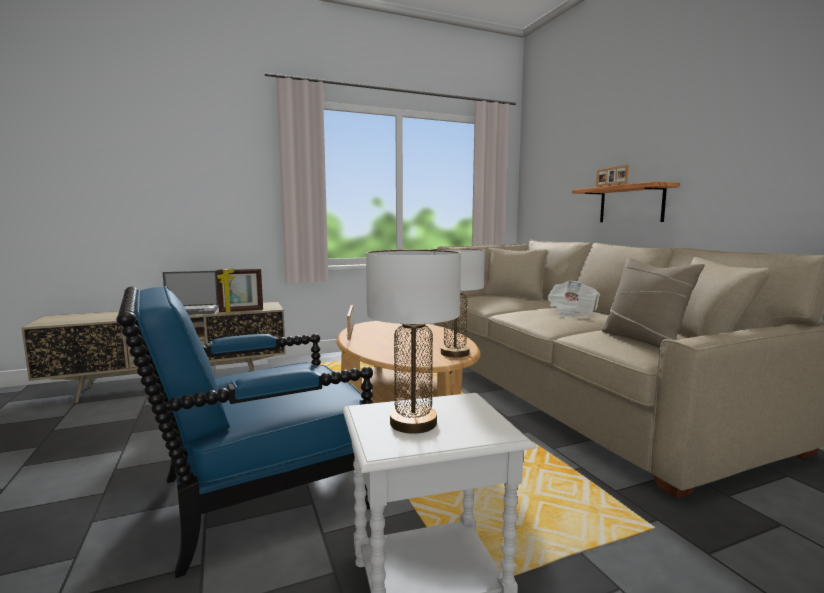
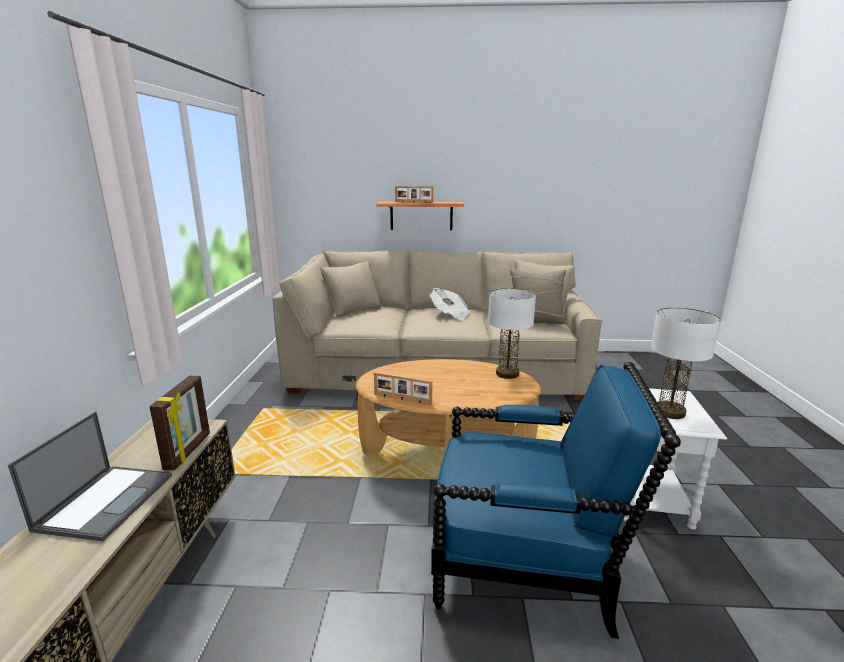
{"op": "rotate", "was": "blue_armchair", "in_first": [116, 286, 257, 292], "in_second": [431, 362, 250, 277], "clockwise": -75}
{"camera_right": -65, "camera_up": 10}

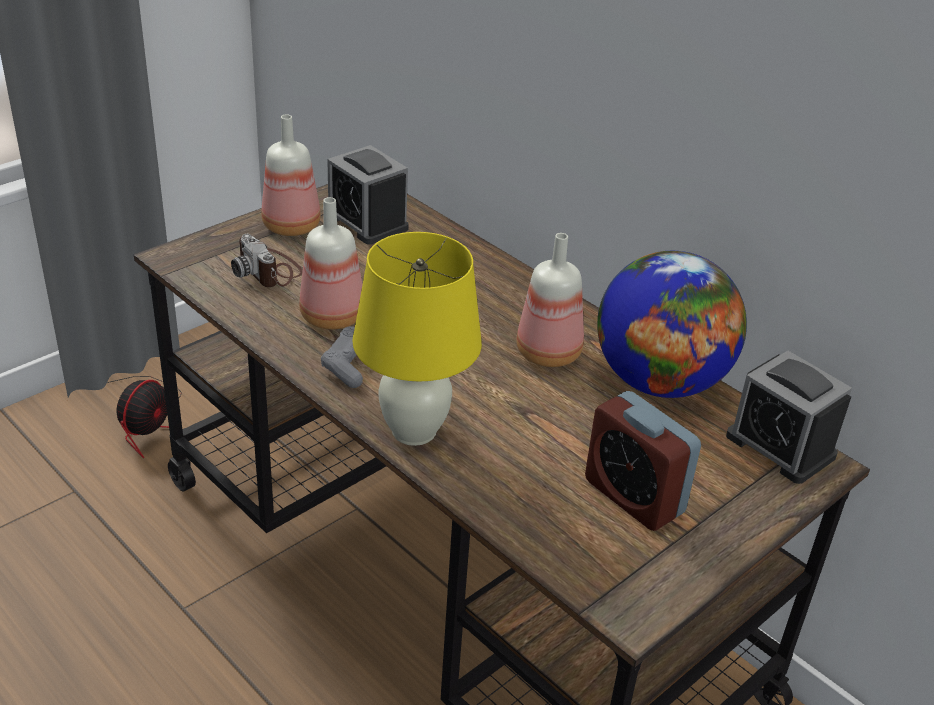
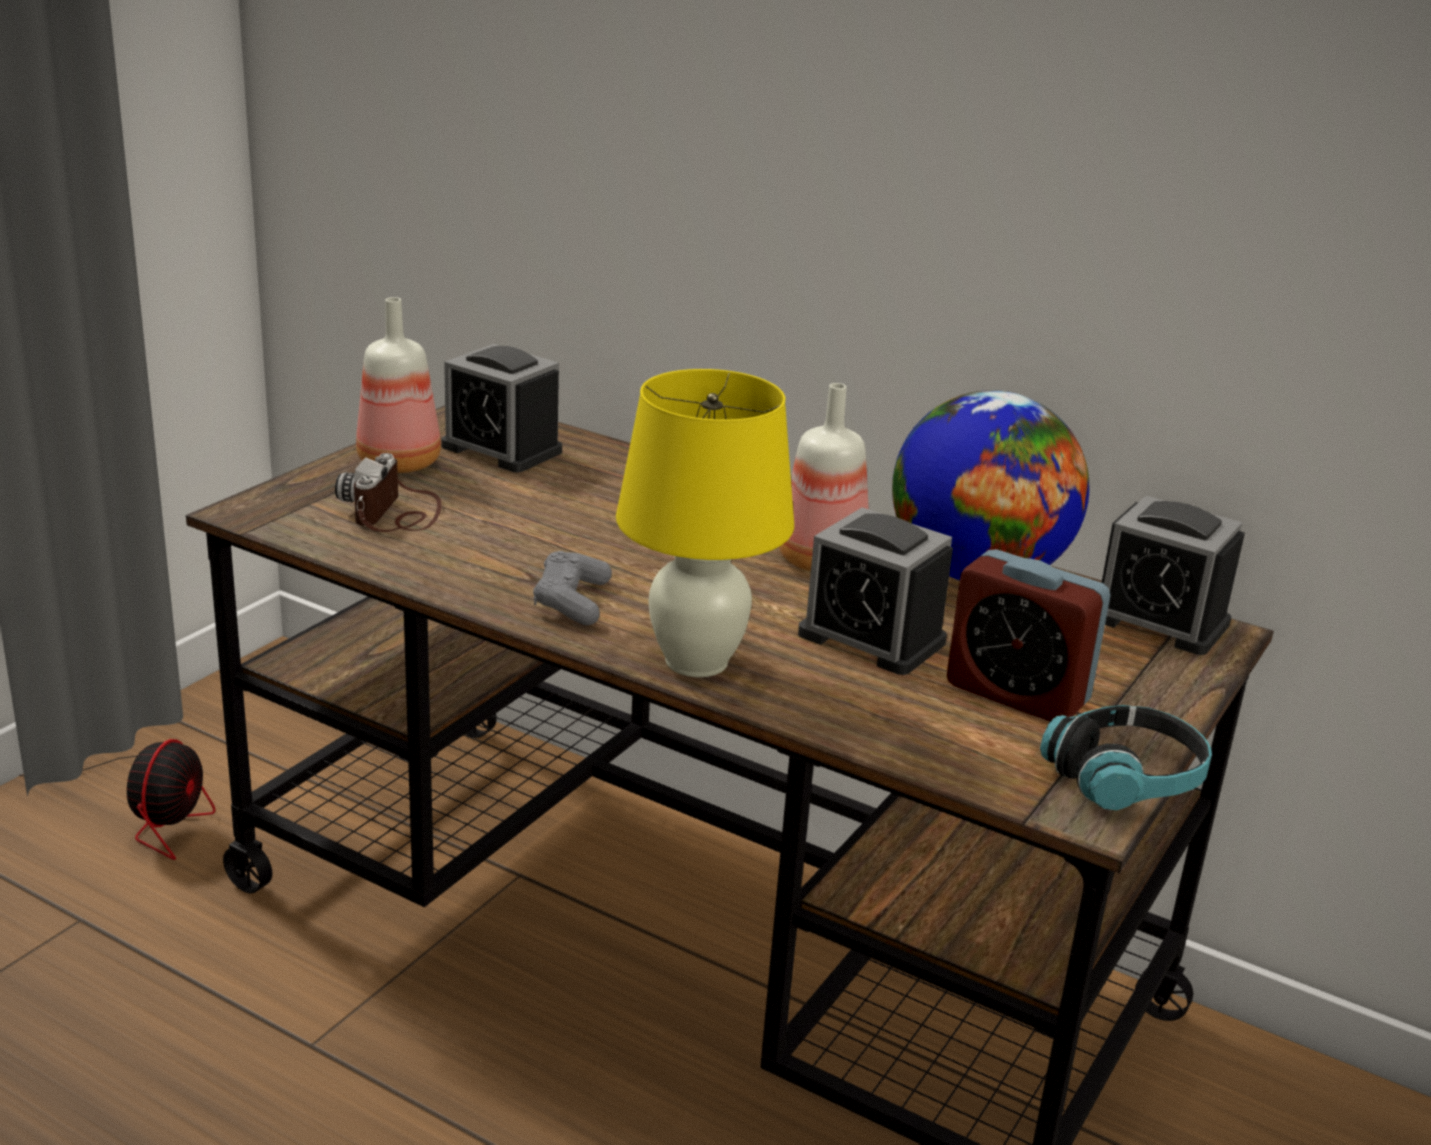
{"op": "delete", "was": "bottle", "in_first": [299, 197, 64, 133]}
{"op": "insert", "now": "alarm_clock", "in_second": [798, 507, 155, 168]}
{"op": "insert", "now": "pair_of_headphones", "in_second": [1040, 705, 172, 106]}
{"op": "rotate", "was": "photo_camera", "in_first": [231, 234, 72, 53], "in_second": [335, 453, 107, 79], "clockwise": 60}
{"camera_right": -15, "camera_up": -10}

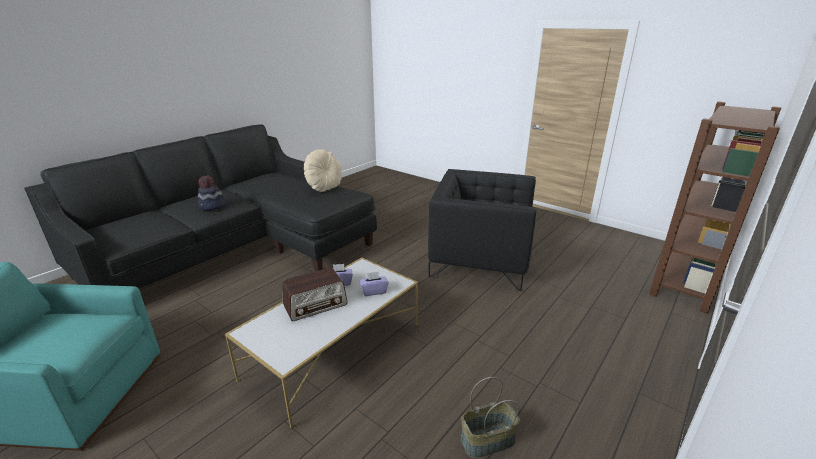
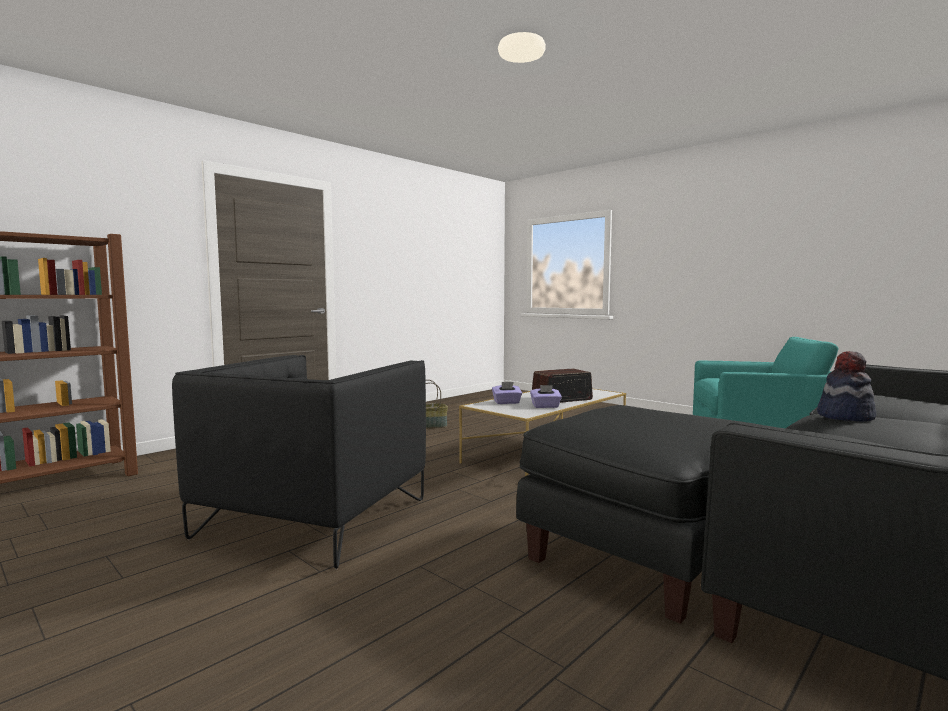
{"op": "delete", "was": "beige-coloured_pillow", "in_first": [304, 149, 38, 43]}
{"op": "rotate", "was": "black-coloured_armchair", "in_first": [428, 169, 108, 122], "in_second": [172, 355, 254, 215], "clockwise": 90}
{"camera_right": -175, "camera_up": -20}

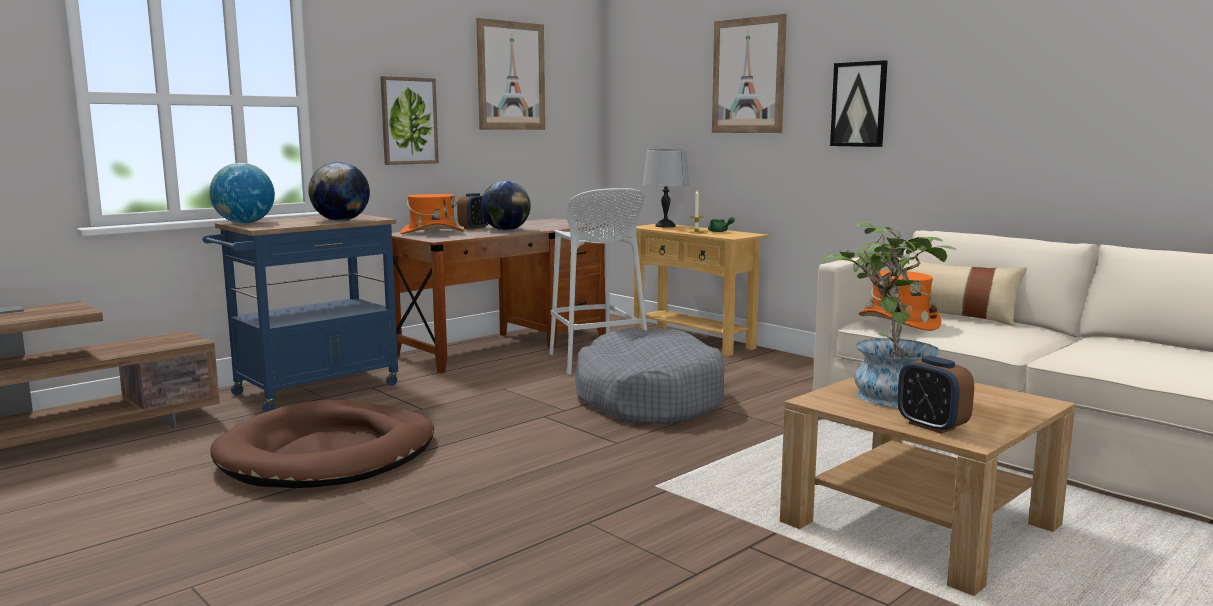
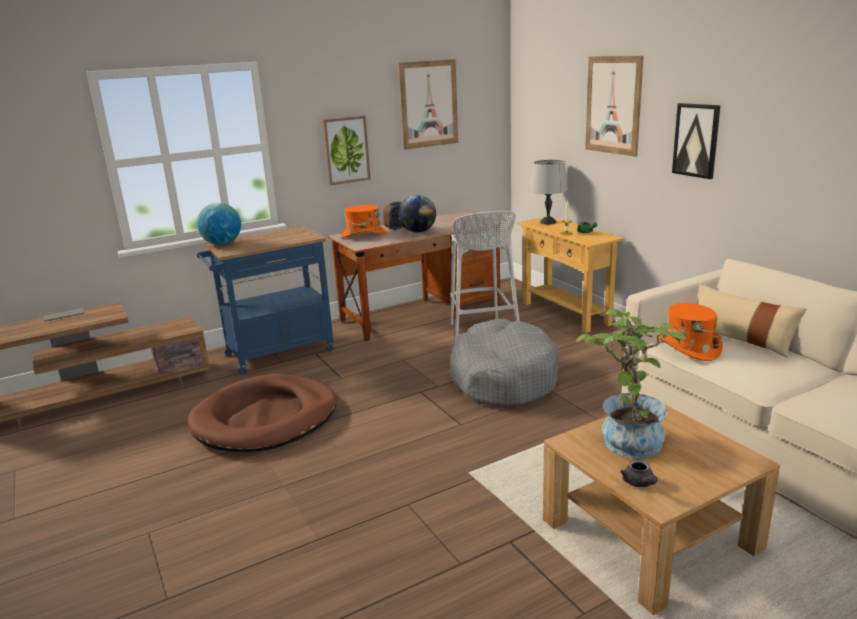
{"op": "delete", "was": "desk_globe", "in_first": [308, 162, 62, 59]}
{"op": "replace", "was": "alarm_clock", "now": "grey_teapot", "in_first": [897, 356, 77, 78], "in_second": [620, 460, 37, 27]}
{"camera_right": 15, "camera_up": 10}

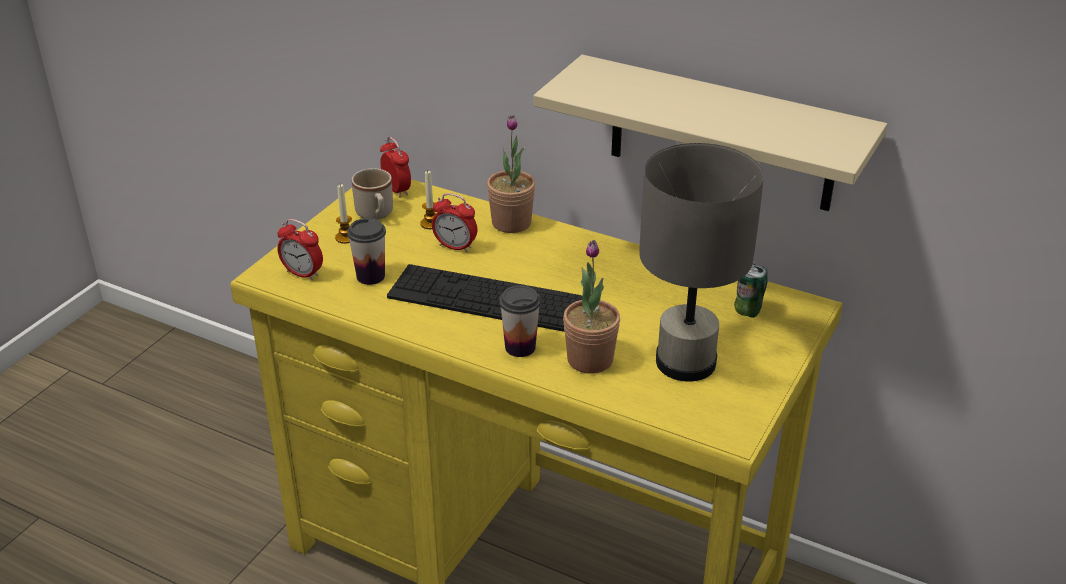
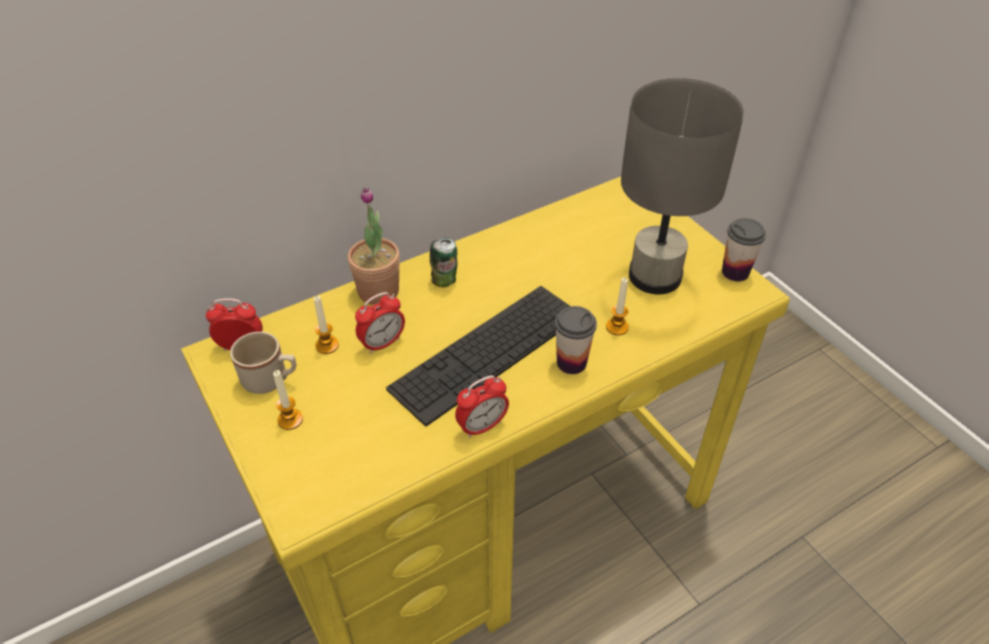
{"op": "delete", "was": "beige-coloured_bracket_shelf", "in_first": [533, 55, 354, 156]}
{"op": "move", "was": "alarm_clock", "in_first": [277, 219, 46, 61], "in_second": [455, 375, 54, 63]}
{"op": "move", "was": "drinking_cup", "in_first": [347, 218, 39, 67], "in_second": [722, 218, 44, 63]}
{"op": "move", "was": "metal_can", "in_first": [734, 264, 34, 54], "in_second": [430, 237, 27, 50]}
{"op": "replace", "was": "houseplant", "now": "wax_light", "in_first": [563, 240, 57, 134], "in_second": [606, 277, 23, 58]}
{"camera_right": -60, "camera_up": 10}

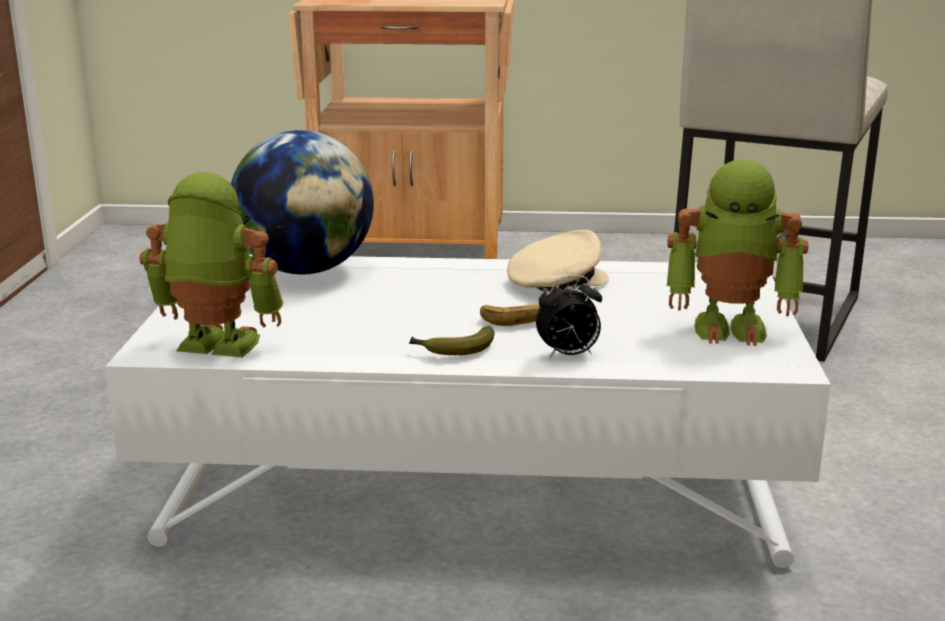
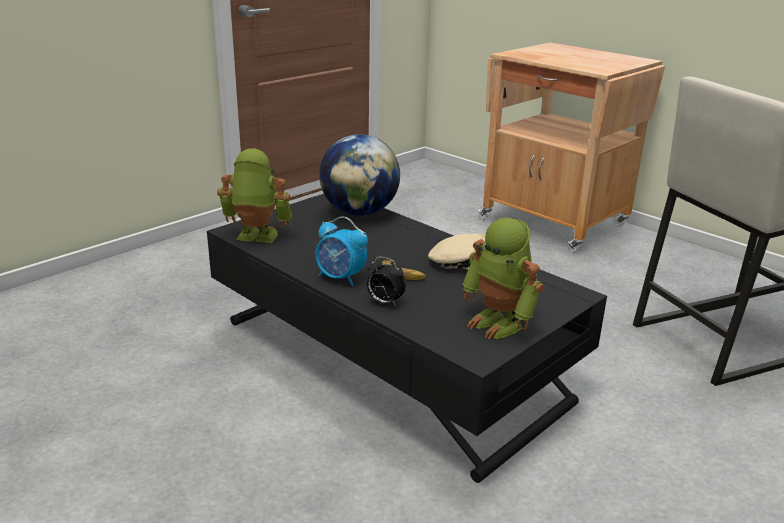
{"op": "replace", "was": "banana", "now": "alarm_clock", "in_first": [409, 326, 86, 29], "in_second": [315, 216, 53, 70]}
{"op": "recolor", "was": "whitish_lounge_table", "now": "black-coloured_lounge_table", "in_first": [105, 254, 726, 314], "in_second": [207, 194, 400, 289]}
{"op": "rotate", "was": "toy_robot", "in_first": [139, 172, 144, 185], "in_second": [217, 148, 75, 95], "clockwise": -45}
{"camera_right": 40, "camera_up": 5}

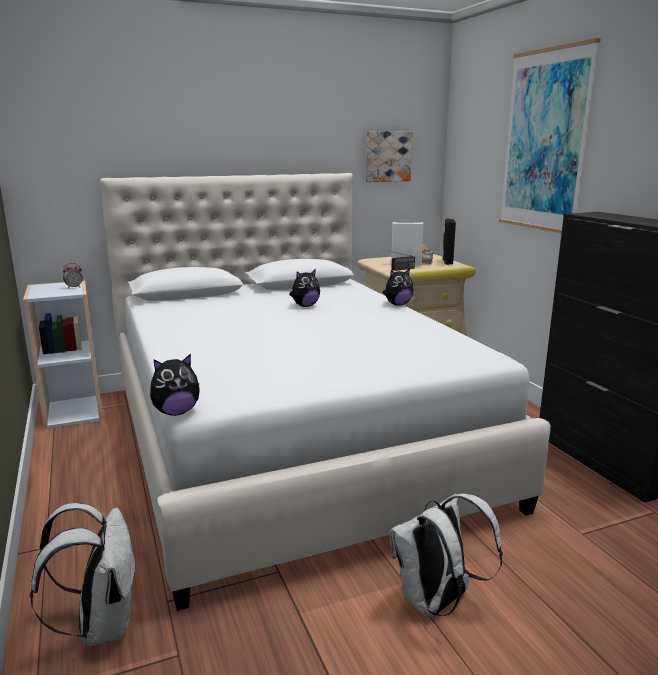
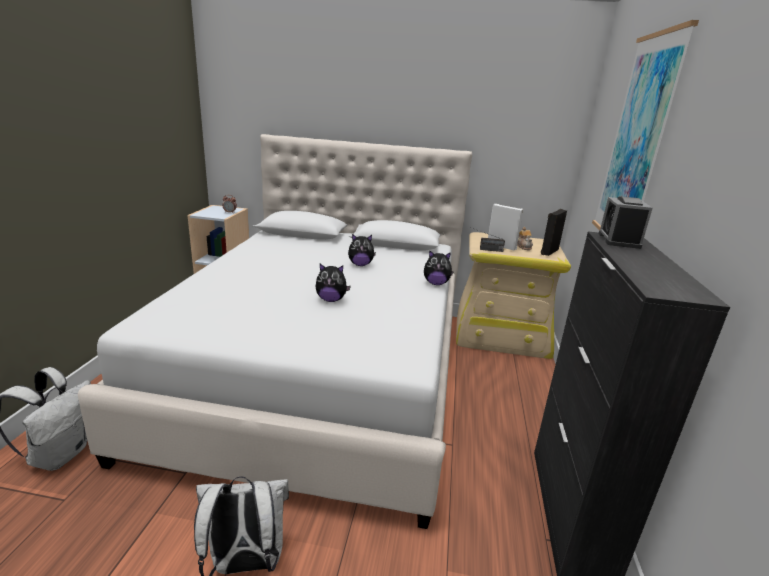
{"op": "delete", "was": "picture", "in_first": [366, 131, 47, 51]}
{"op": "insert", "now": "alarm_clock", "in_second": [599, 196, 54, 53]}
{"op": "move", "was": "cuddly_toy", "in_first": [150, 354, 50, 62], "in_second": [316, 264, 35, 38]}
{"camera_right": 30, "camera_up": 5}

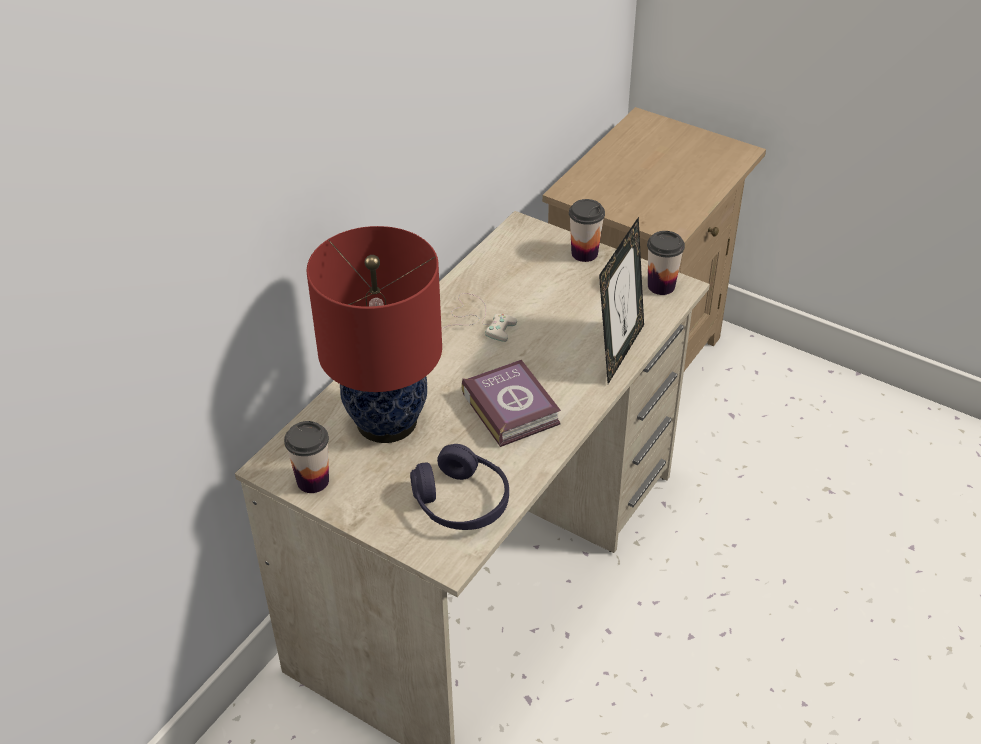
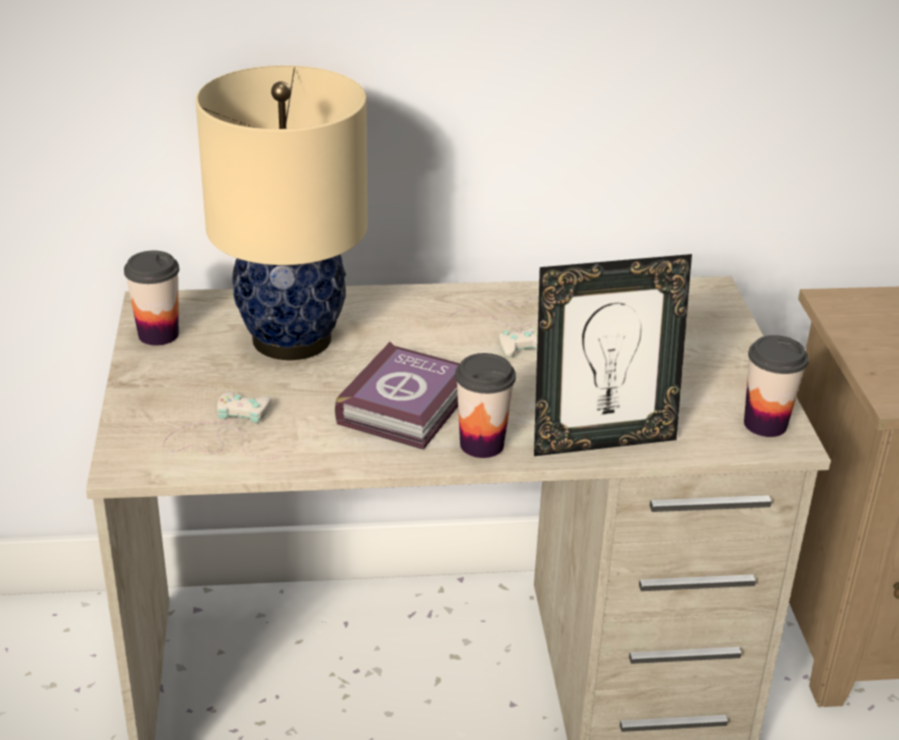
{"op": "move", "was": "drinking_cup", "in_first": [569, 199, 36, 63], "in_second": [455, 353, 61, 105]}
{"op": "replace", "was": "purplish_pair_of_headphones", "now": "whitish_joypad", "in_first": [410, 444, 99, 86], "in_second": [163, 392, 119, 68]}
{"op": "recolor", "was": "reddish_table_lamp", "now": "beige-coloured_table_lamp", "in_first": [307, 226, 135, 217], "in_second": [196, 65, 171, 295]}
{"camera_right": 50, "camera_up": -10}

